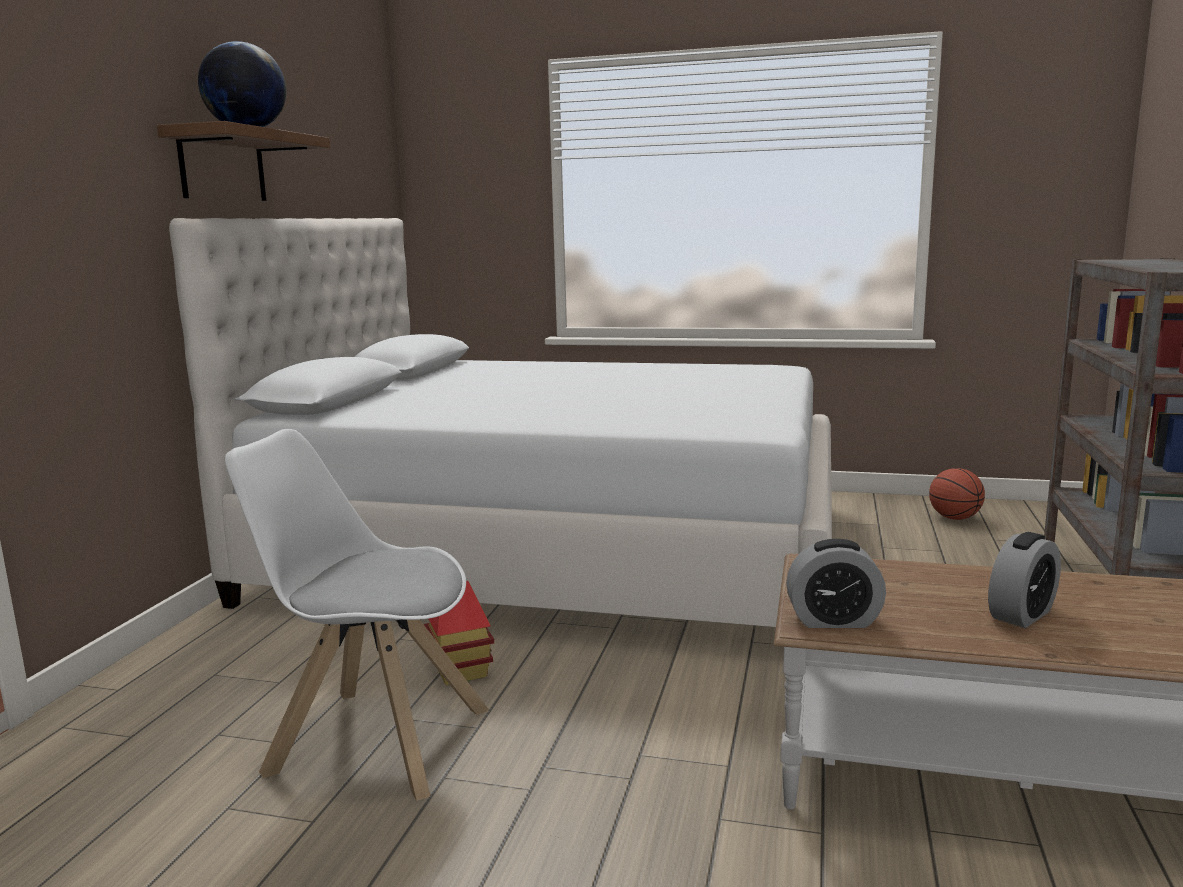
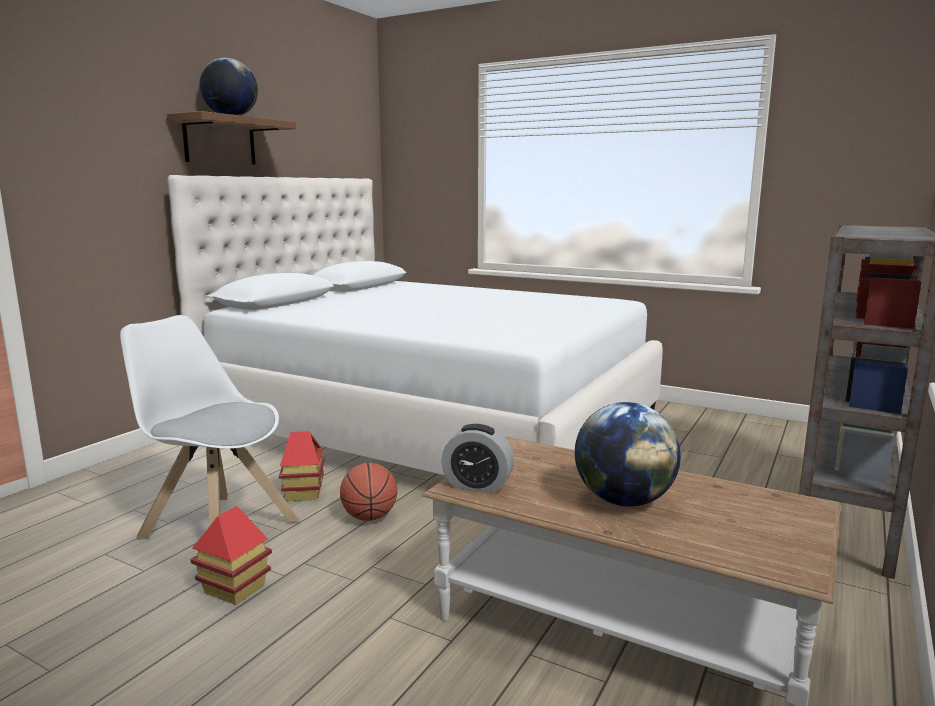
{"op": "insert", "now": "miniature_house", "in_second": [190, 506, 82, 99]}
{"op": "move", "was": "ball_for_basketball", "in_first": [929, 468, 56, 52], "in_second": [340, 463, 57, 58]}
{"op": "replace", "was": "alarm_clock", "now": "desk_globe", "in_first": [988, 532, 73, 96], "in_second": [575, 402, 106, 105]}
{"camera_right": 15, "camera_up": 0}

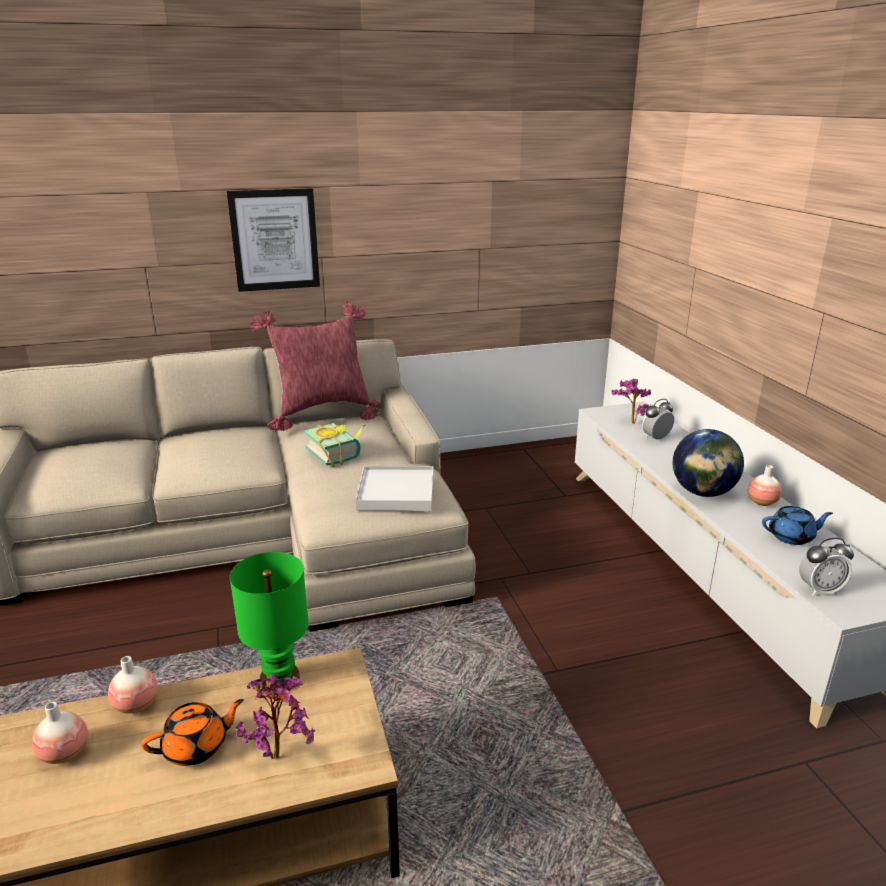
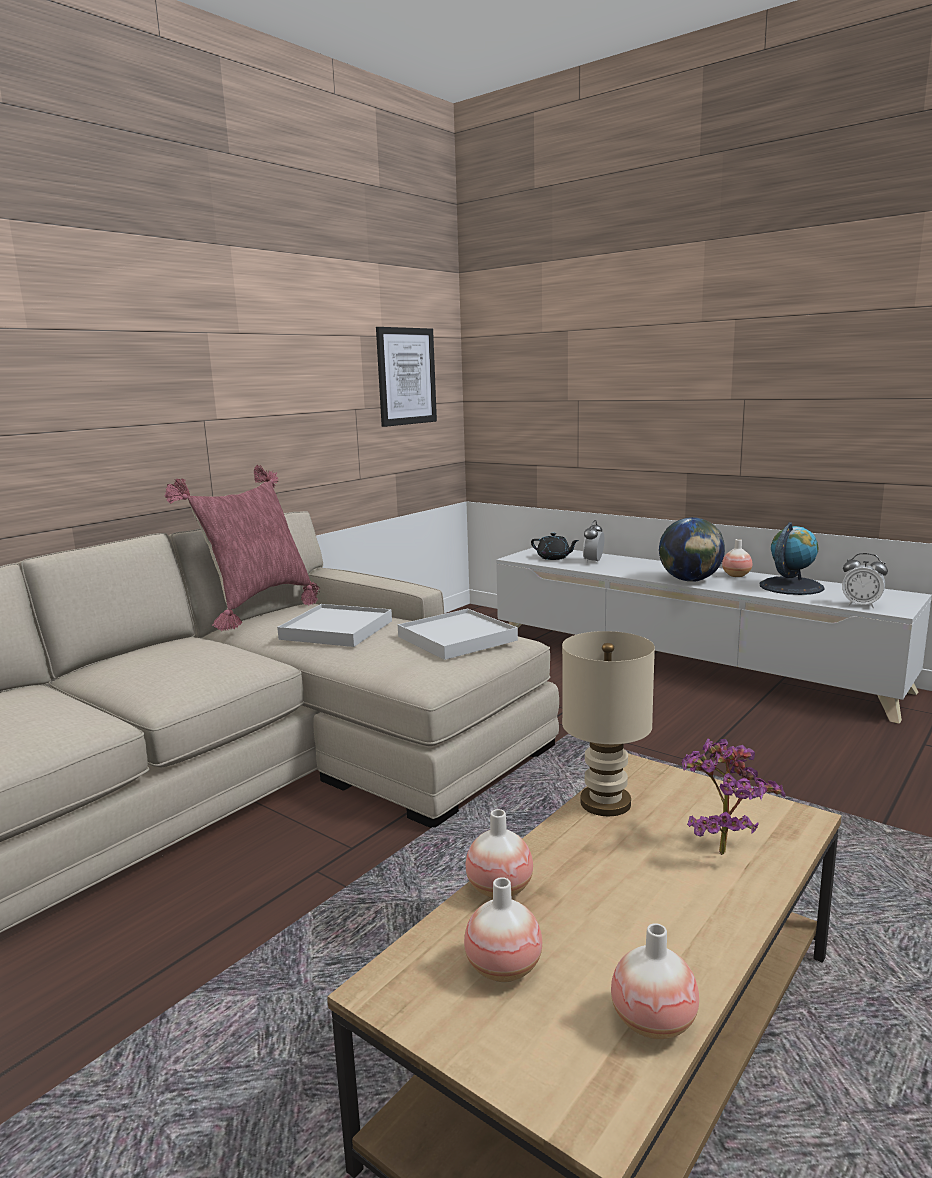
{"op": "delete", "was": "orange_teapot", "in_first": [141, 699, 103, 67]}
{"op": "insert", "now": "vase", "in_second": [611, 923, 88, 116]}
{"op": "move", "was": "picture", "in_first": [227, 188, 93, 104], "in_second": [376, 327, 61, 100]}
{"op": "replace", "was": "bound_book", "now": "whitish_carrying_tray", "in_first": [304, 423, 61, 44], "in_second": [277, 604, 115, 43]}
{"op": "replace", "was": "houseplant", "now": "black-coloured_teapot", "in_first": [612, 379, 39, 45], "in_second": [531, 533, 48, 27]}
{"op": "replace", "was": "blue_teapot", "now": "desk_globe", "in_first": [762, 506, 71, 39], "in_second": [760, 522, 64, 73]}
{"op": "recolor", "was": "green-coloured_table_lamp", "now": "beige-coloured_table_lamp", "in_first": [230, 552, 79, 137], "in_second": [562, 631, 93, 185]}
{"op": "rotate", "was": "alarm_clock", "in_first": [799, 538, 55, 58], "in_second": [842, 553, 46, 55], "clockwise": 75}
{"camera_right": -35, "camera_up": -10}

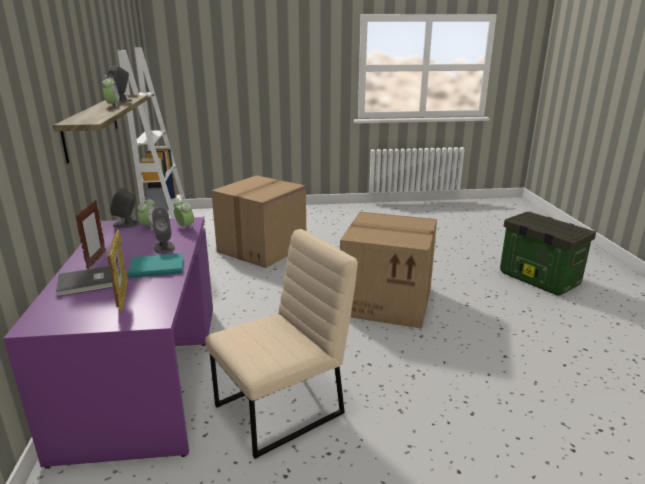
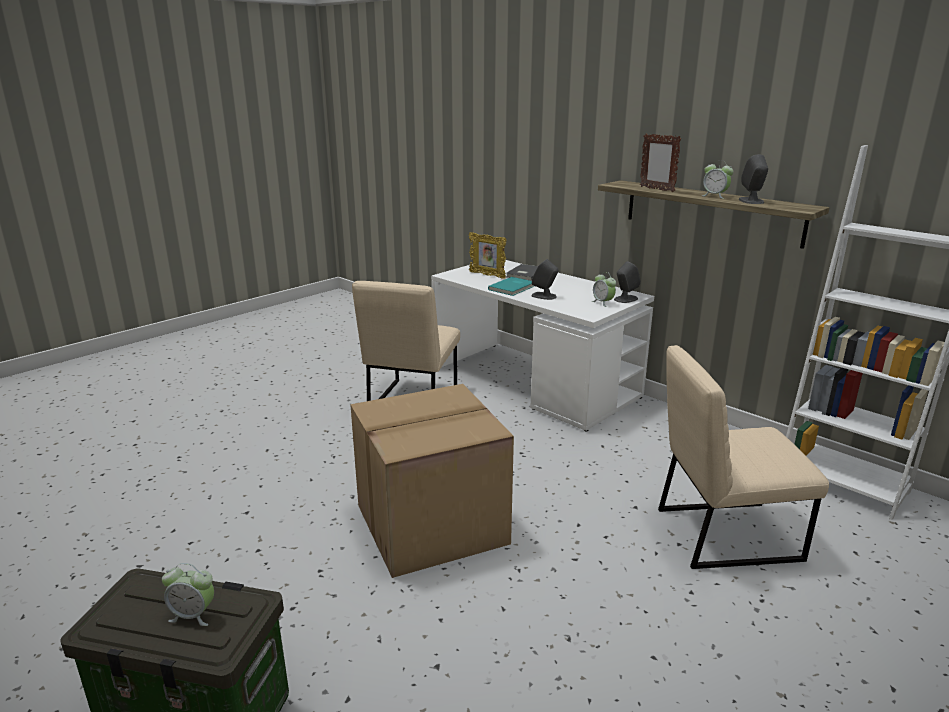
{"op": "move", "was": "photo_frame", "in_first": [76, 200, 30, 70], "in_second": [640, 134, 41, 58]}
{"op": "move", "was": "alarm_clock", "in_first": [173, 198, 23, 31], "in_second": [162, 563, 52, 63]}
{"op": "replace", "was": "cardboard_box", "now": "beige-coloured_plain_chair", "in_first": [211, 175, 95, 93], "in_second": [658, 345, 171, 224]}
{"op": "recolor", "was": "purplish_desk", "now": "whitish_desk", "in_first": [3, 217, 210, 252], "in_second": [431, 260, 223, 172]}
{"camera_right": 140, "camera_up": 0}

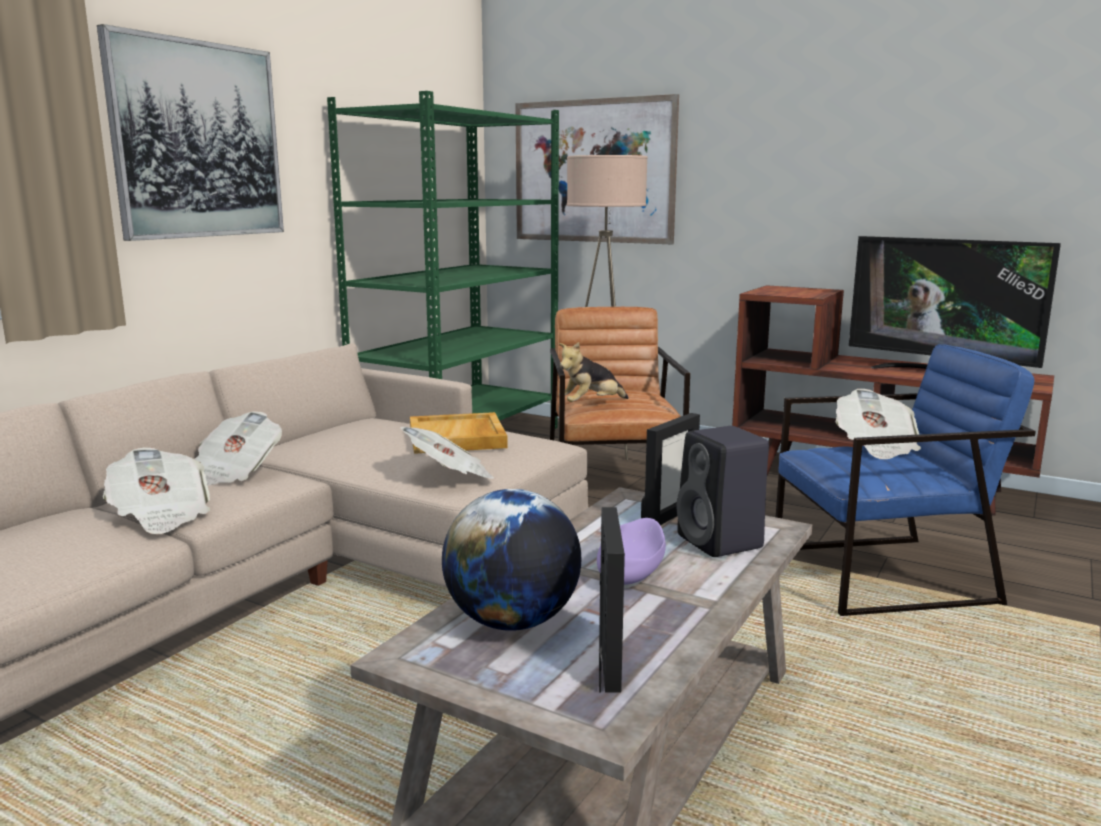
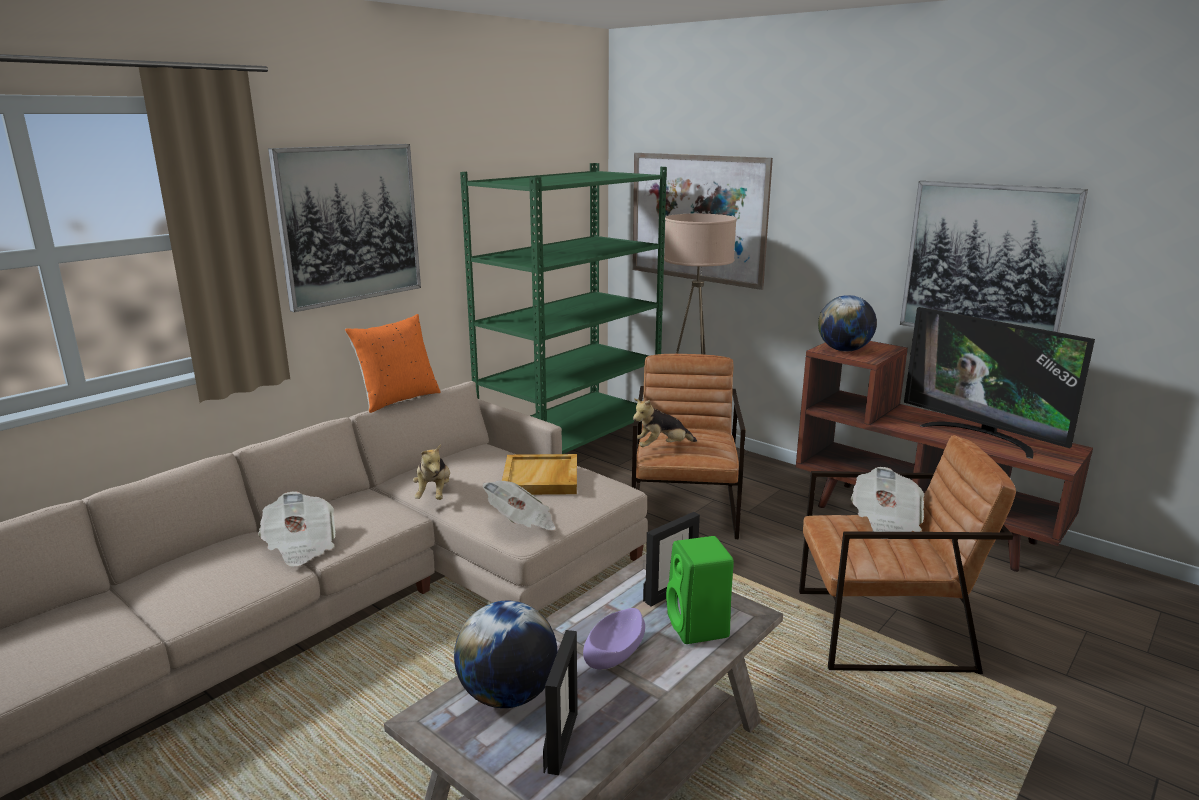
{"op": "delete", "was": "daily_paper", "in_first": [195, 411, 87, 75]}
{"op": "insert", "now": "orange_pillow", "in_second": [345, 314, 96, 99]}
{"op": "insert", "now": "cuddly_toy", "in_second": [413, 444, 37, 56]}
{"op": "insert", "now": "desk_globe", "in_second": [818, 295, 59, 57]}
{"op": "insert", "now": "picture", "in_second": [900, 181, 188, 151]}
{"op": "recolor", "was": "black-coloured_loudspeaker", "now": "green-coloured_loudspeaker", "in_first": [677, 426, 92, 131], "in_second": [666, 536, 68, 108]}
{"op": "recolor", "was": "blue_armchair", "now": "brown_armchair", "in_first": [776, 344, 260, 272], "in_second": [799, 435, 217, 239]}
{"camera_right": 10, "camera_up": 5}

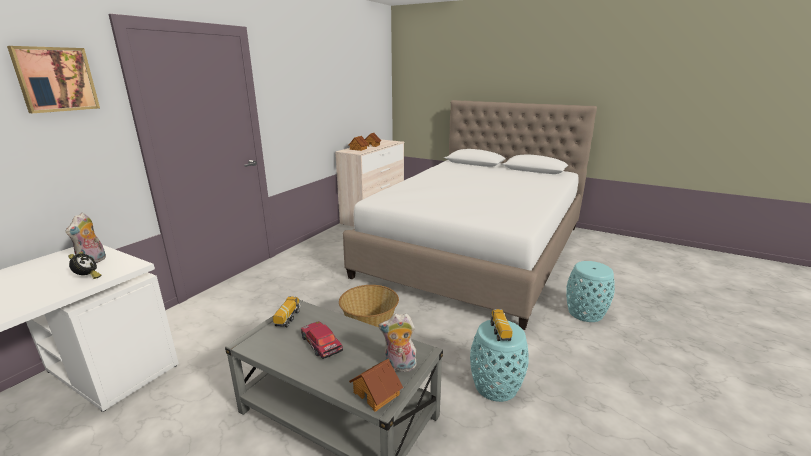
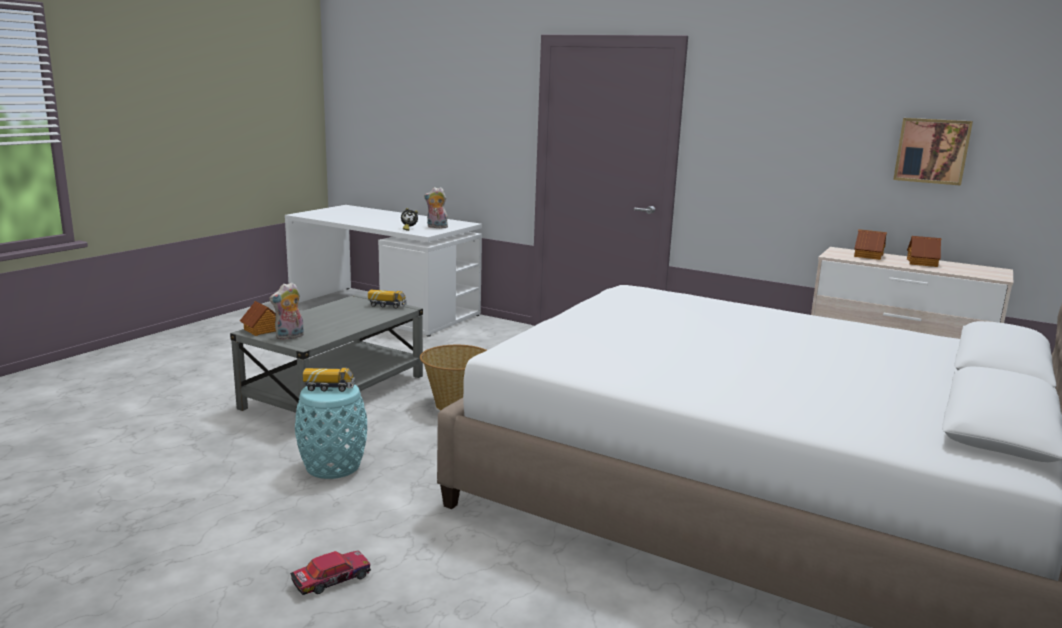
{"op": "delete", "was": "blue-green_stool", "in_first": [566, 261, 49, 61]}
{"op": "move", "was": "picture", "in_first": [7, 46, 93, 67], "in_second": [893, 118, 80, 68]}
{"op": "move", "was": "toy_car", "in_first": [301, 321, 42, 38], "in_second": [290, 551, 81, 44]}
{"op": "rotate", "was": "cuddly_toy", "in_first": [379, 313, 38, 59], "in_second": [269, 282, 35, 58], "clockwise": -135}
{"camera_right": 90, "camera_up": -5}

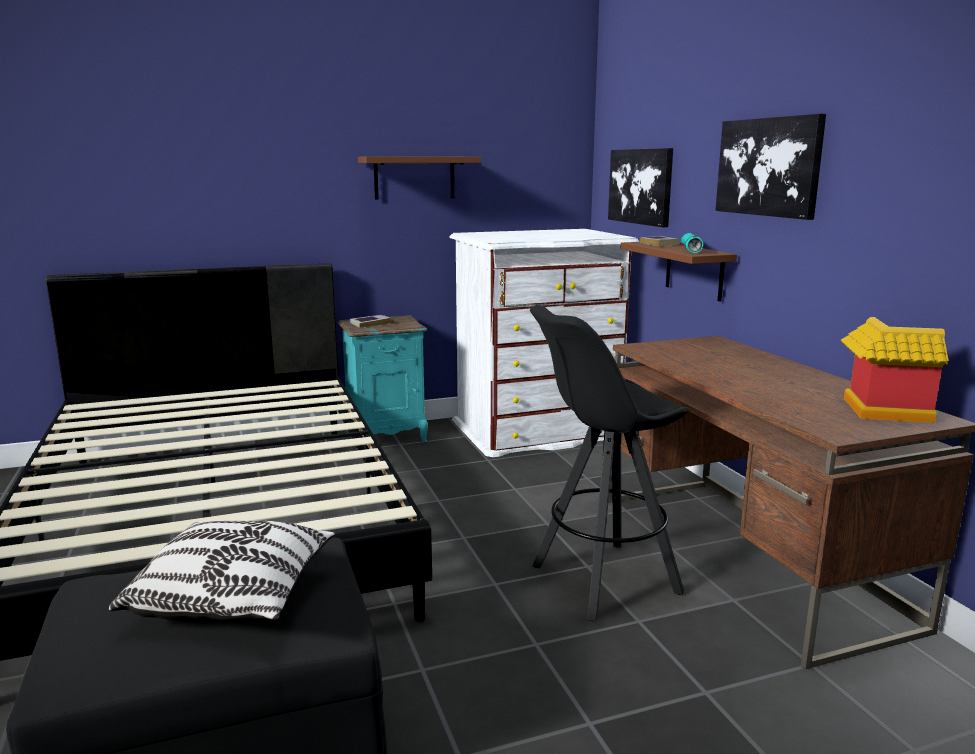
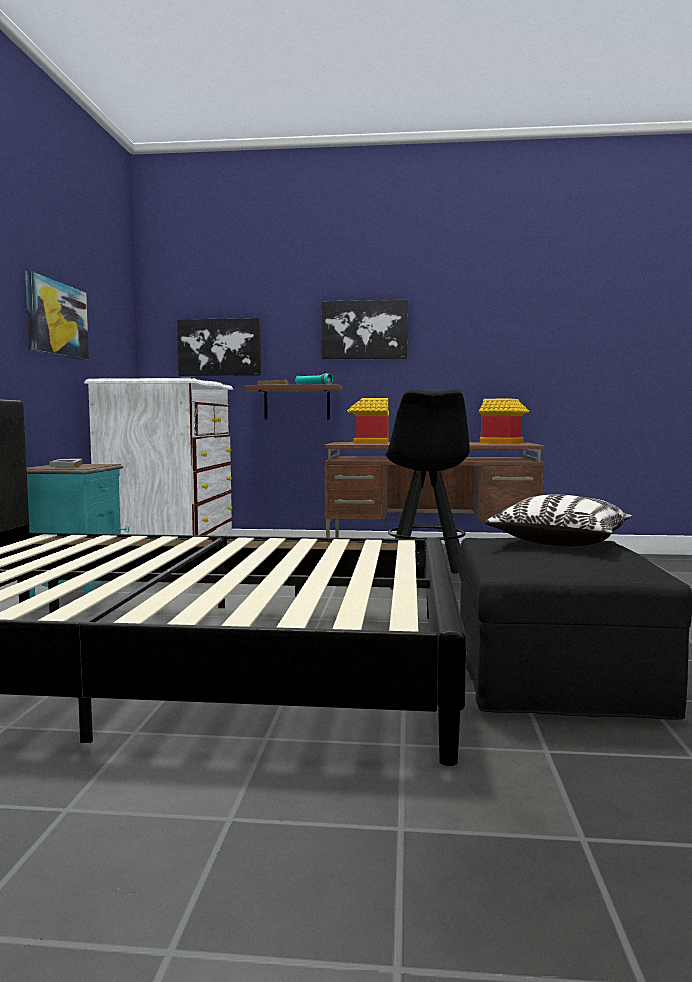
{"op": "insert", "now": "miniature_house", "in_second": [347, 398, 42, 46]}
{"op": "replace", "was": "brown_bracket_shelf", "now": "picture", "in_first": [358, 156, 123, 43], "in_second": [25, 271, 64, 89]}
{"camera_right": -65, "camera_up": -10}

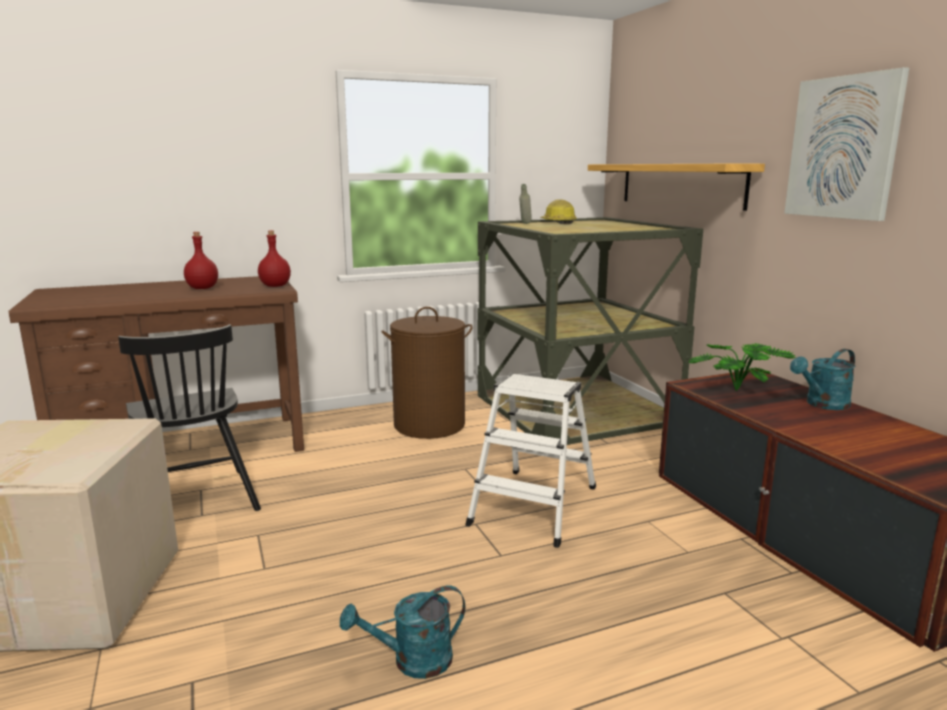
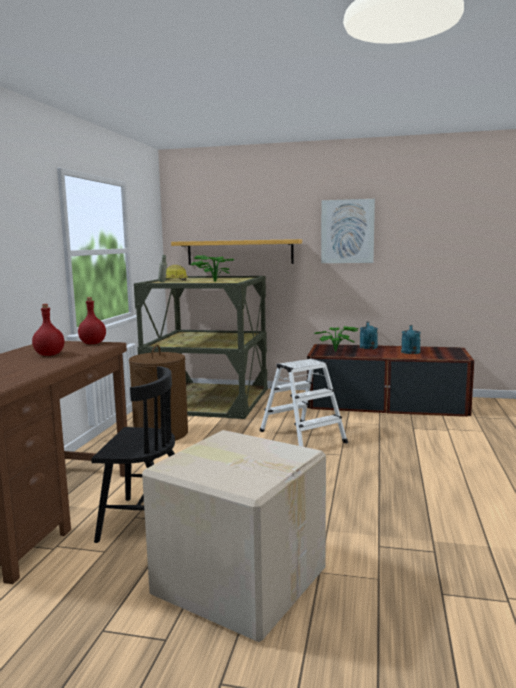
{"op": "insert", "now": "houseplant", "in_second": [190, 255, 45, 27]}
{"op": "move", "was": "blue-green_sprinkling_can", "in_first": [340, 586, 126, 93], "in_second": [401, 325, 20, 29]}
{"camera_right": -55, "camera_up": -5}

